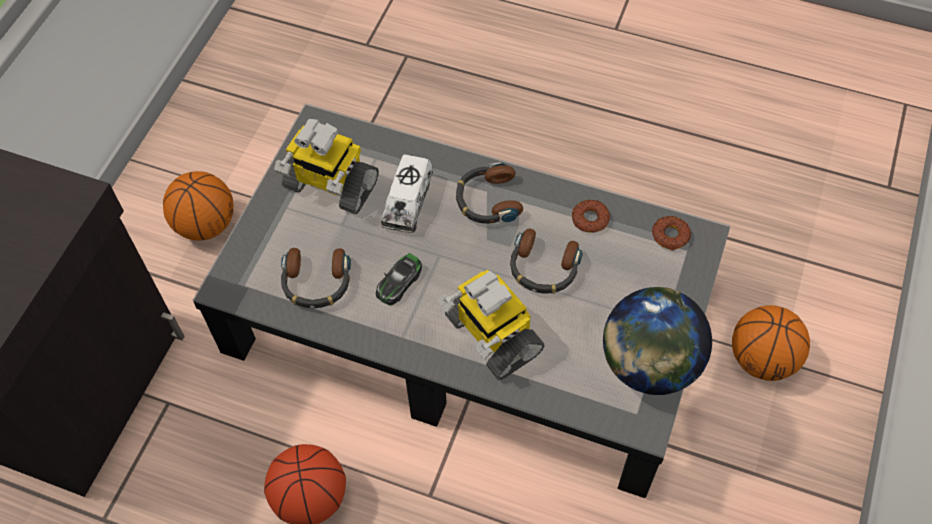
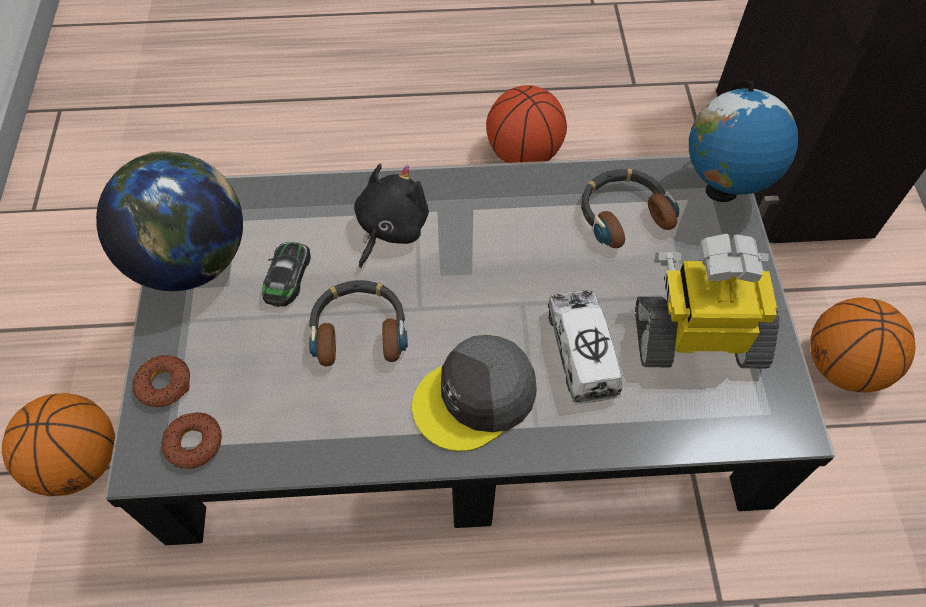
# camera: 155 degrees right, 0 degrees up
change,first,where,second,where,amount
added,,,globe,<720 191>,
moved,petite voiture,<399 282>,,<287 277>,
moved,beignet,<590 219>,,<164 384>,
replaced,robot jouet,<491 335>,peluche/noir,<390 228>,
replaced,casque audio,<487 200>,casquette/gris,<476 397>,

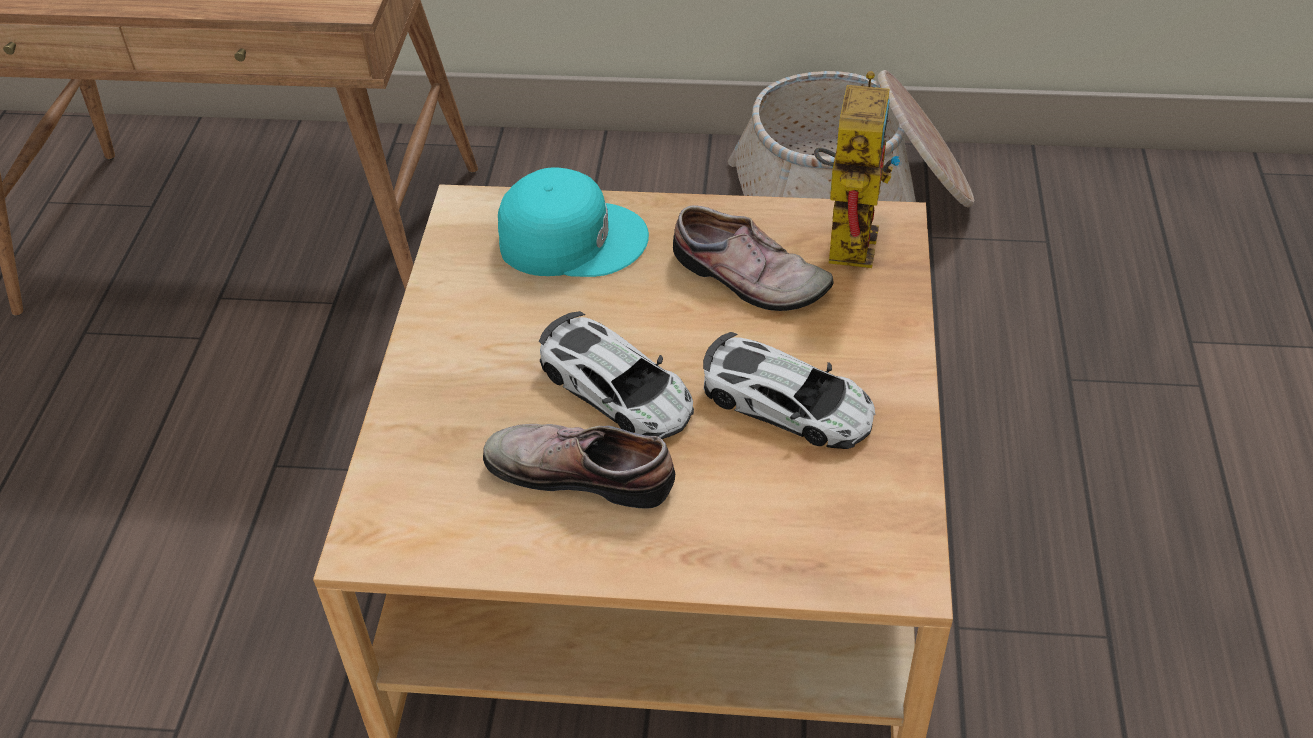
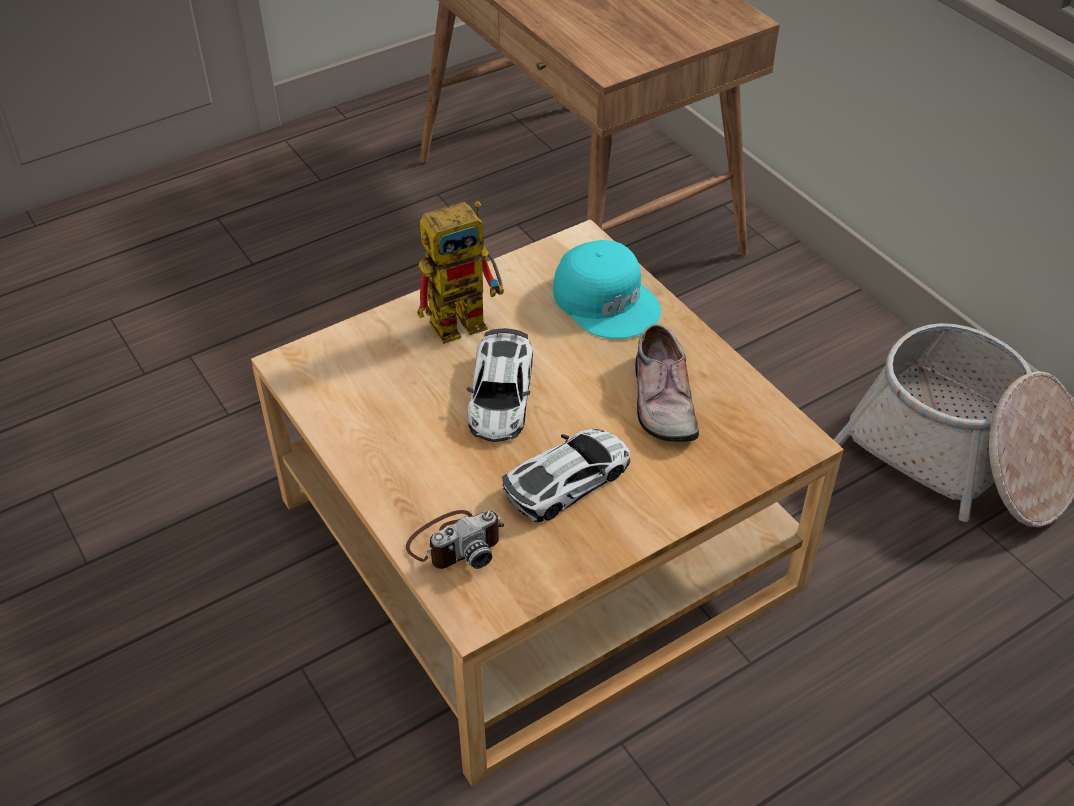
# camera: 50 degrees right, 0 degrees up
change,first,where,second,where,amount
removed,chaussure,<582 470>,,,
added,,,appareil photo,<456 543>,
moved,robot jouet,<847 234>,,<467 318>,
turned,petite voiture,<788 404>,,<567 480>,120 degrees counterclockwise

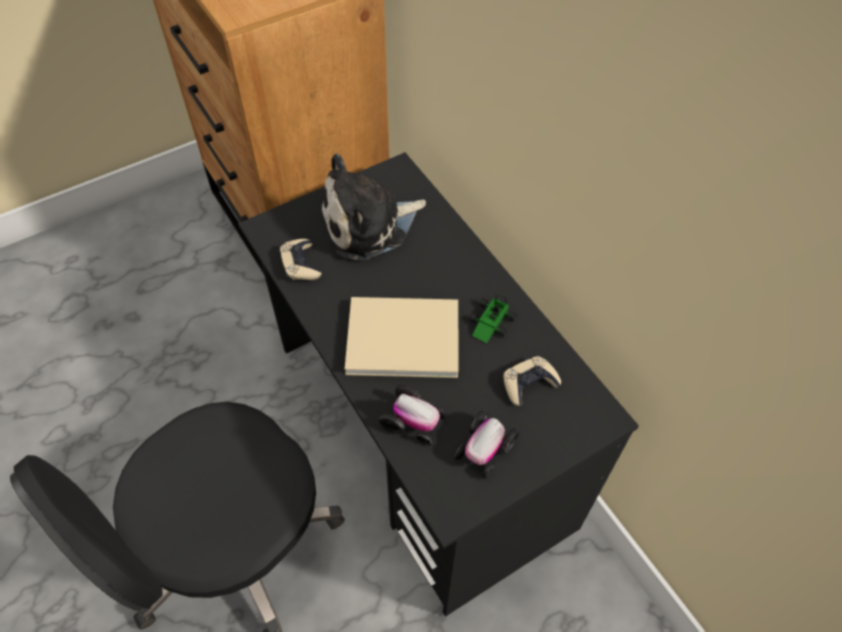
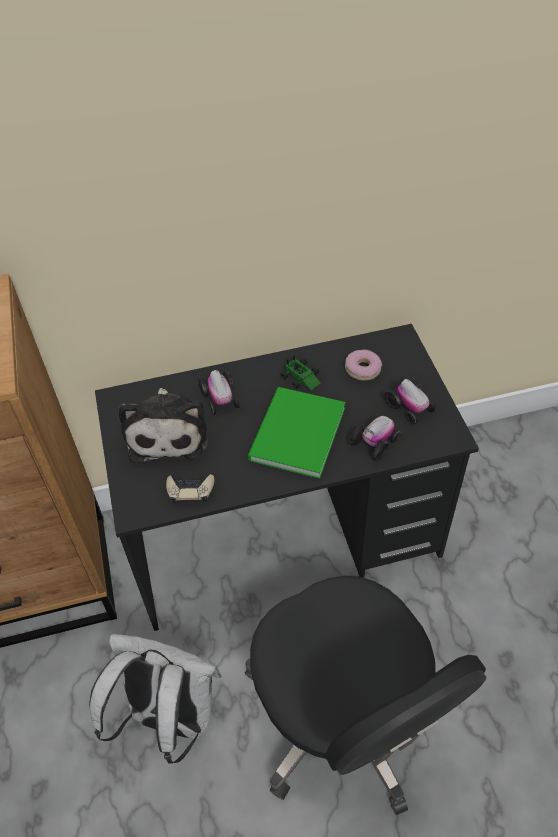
# camera: 70 degrees left, 5 degrees down
change,first,where,second,where,amount
added,,,sac à dos/blanc,<168 716>,
added,,,petite voiture,<220 398>,
replaced,manette/beige,<529 383>,beignet,<362 369>,
recoloured,livre/beige,<399 336>,livre/vert,<294 435>,

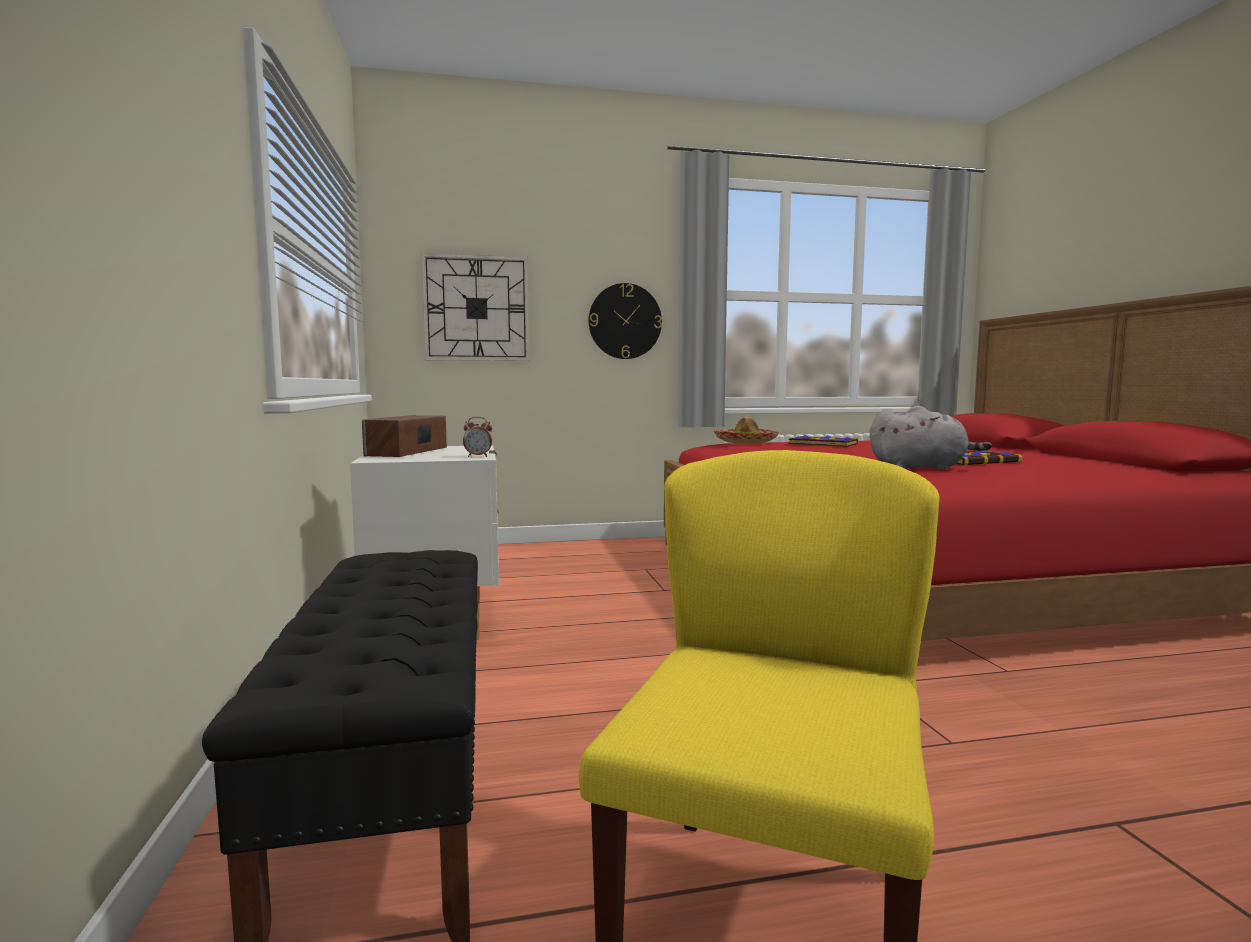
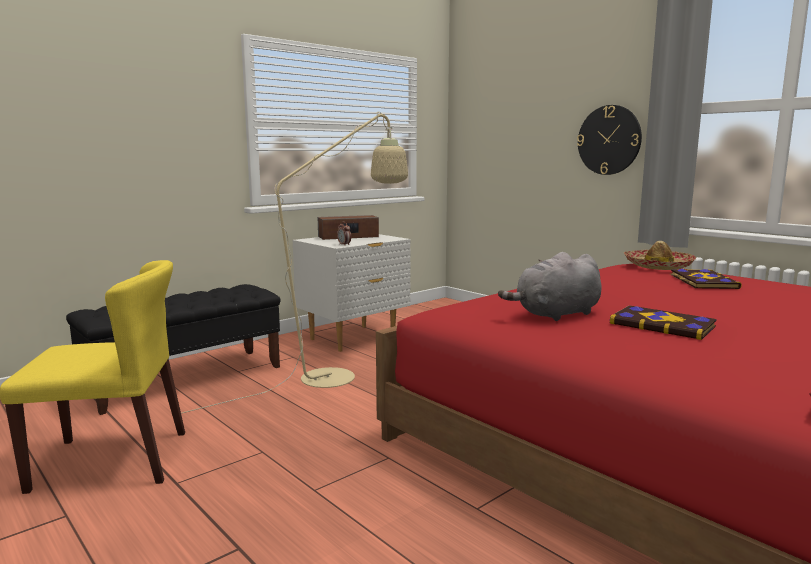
# camera: 60 degrees right, 5 degrees up
change,first,where,second,where,amount
removed,horloge murale,<476 308>,,,
added,,,lampadaire/beige,<340 374>,
turned,peluche/gris,<921 468>,,<555 314>,90 degrees clockwise

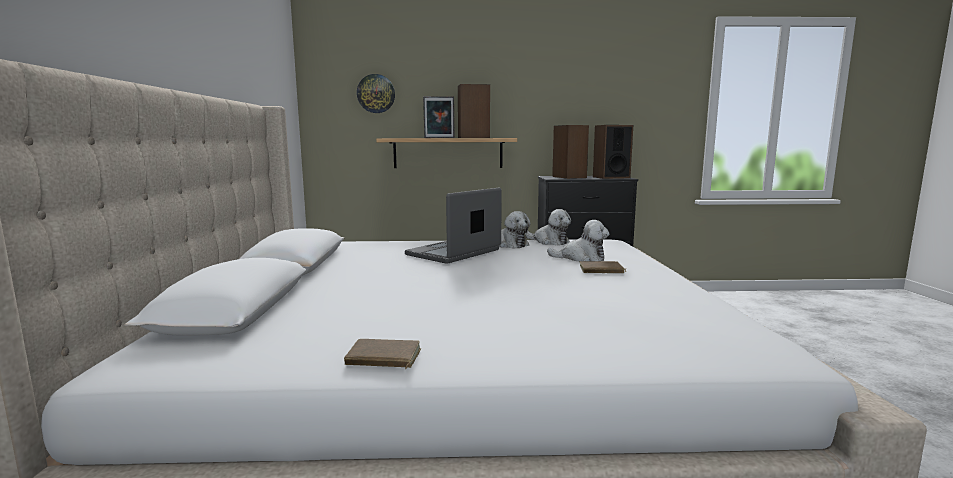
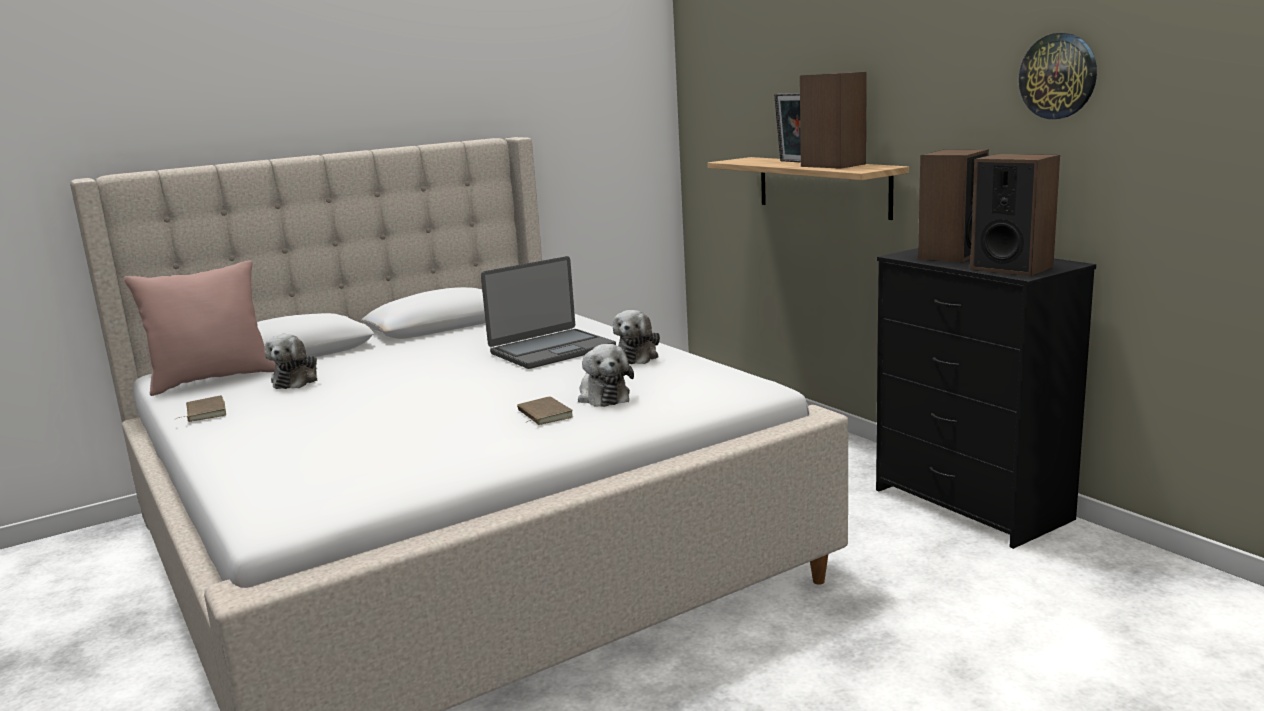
# camera: 60 degrees right, 5 degrees up
change,first,where,second,where,amount
added,,,coussin/rose,<213 379>,
moved,horloge murale,<376 93>,,<1058 76>,
moved,peluche,<549 241>,,<297 380>,
turned,ordinateur portable,<454 253>,,<551 350>,135 degrees clockwise

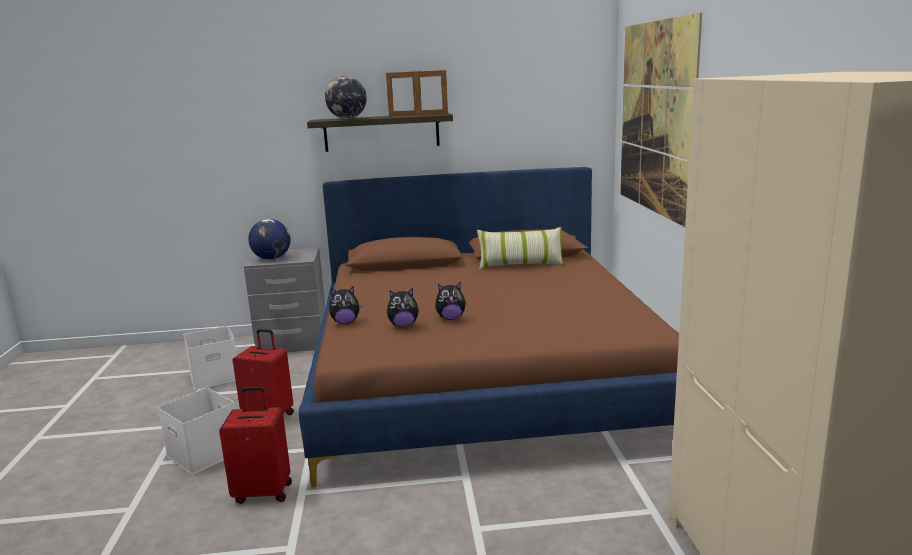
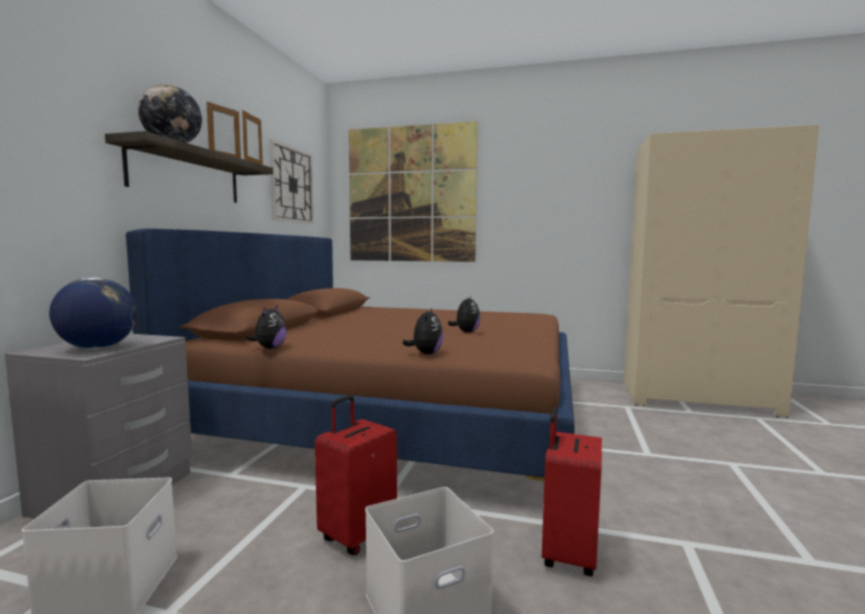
# camera: 70 degrees left, 10 degrees down
change,first,where,second,where,amount
removed,coussin,<520 265>,,,
added,,,horloge murale,<291 185>,
moved,peluche,<403 325>,,<269 348>,

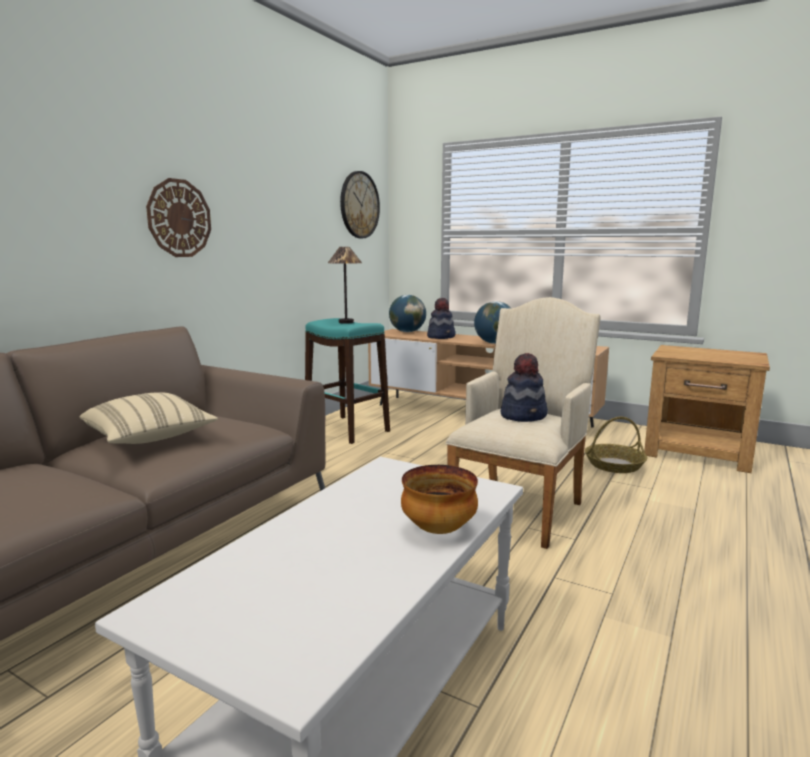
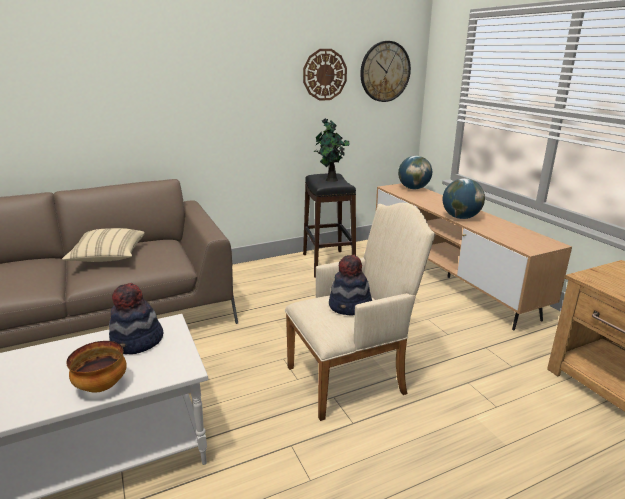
# camera: 35 degrees right, 10 degrees up
change,first,where,second,where,amount
removed,panier,<614 465>,,,
moved,horloge murale,<179 218>,,<324 75>,
moved,chapeau,<441 337>,,<137 342>,
replaced,lampe de table,<346 322>,plante en pot,<331 180>,
recoloured,tabouret/turquoise,<346 429>,tabouret/noir,<328 263>,

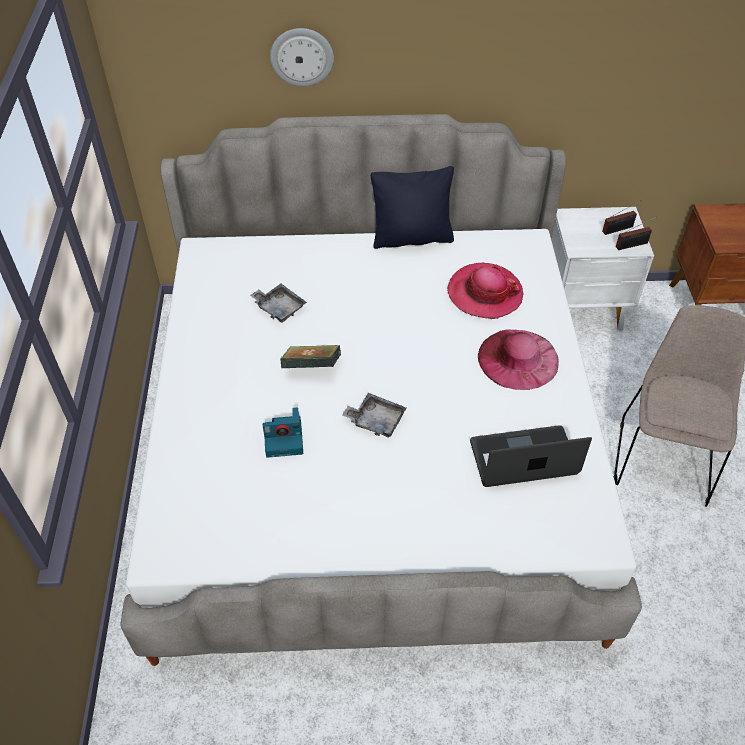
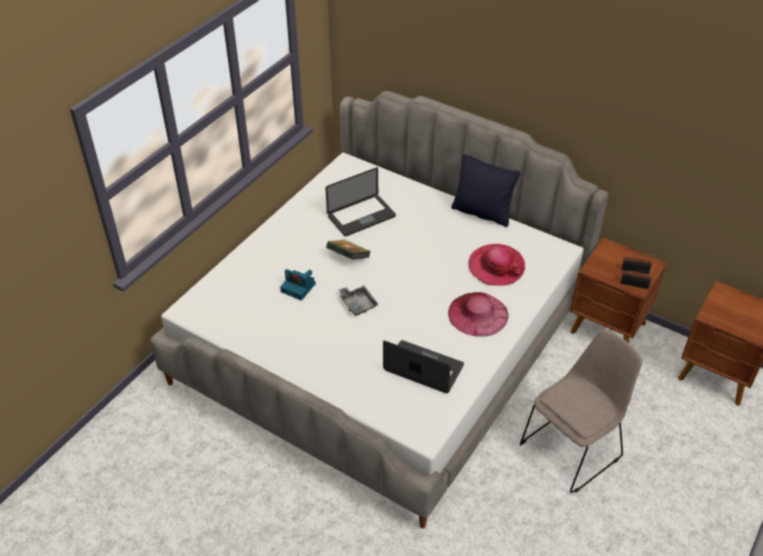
# camera: 35 degrees right, 5 degrees down
change,first,where,second,where,amount
removed,horloge murale,<302 56>,,,
replaced,plateau/gris,<279 307>,ordinateur portable,<361 216>,
recoloured,table de chevet/blanc,<583 310>,table de chevet/marron,<608 329>,

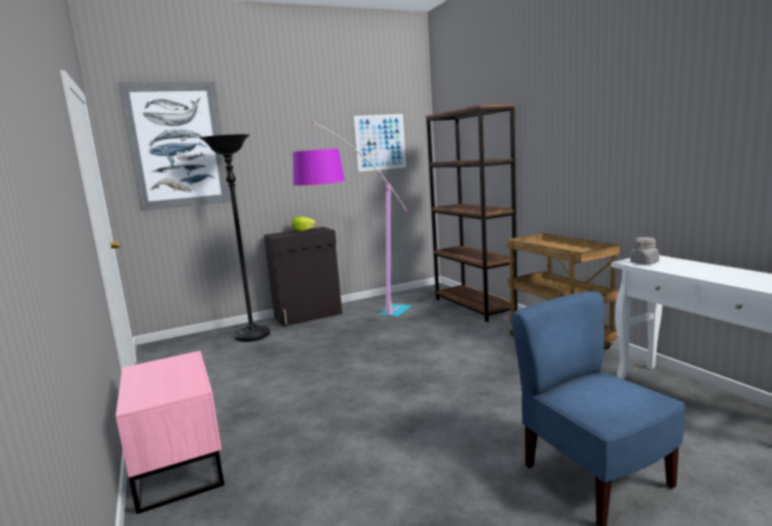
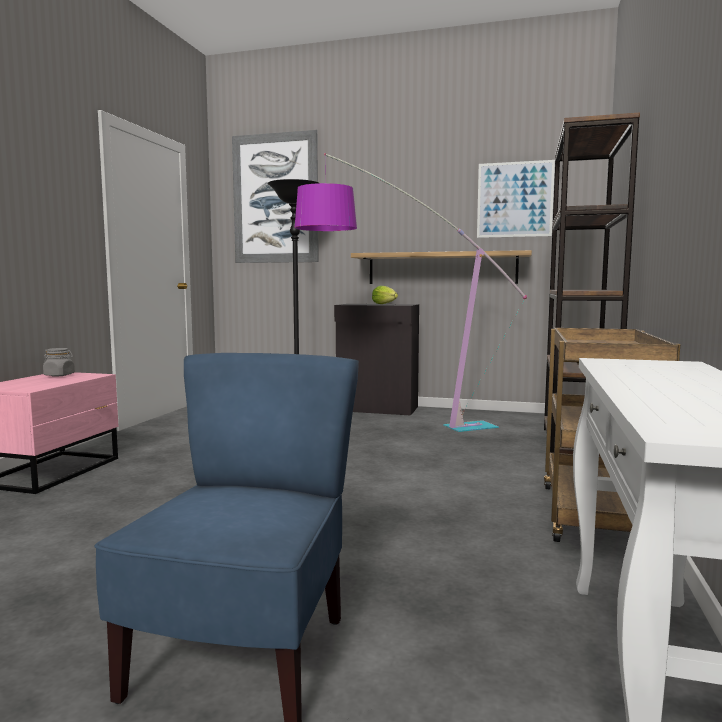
# camera: 40 degrees right, 5 degrees down
change,first,where,second,where,amount
added,,,étagère,<441 268>,
moved,bocal/gris,<644 262>,,<59 375>,

